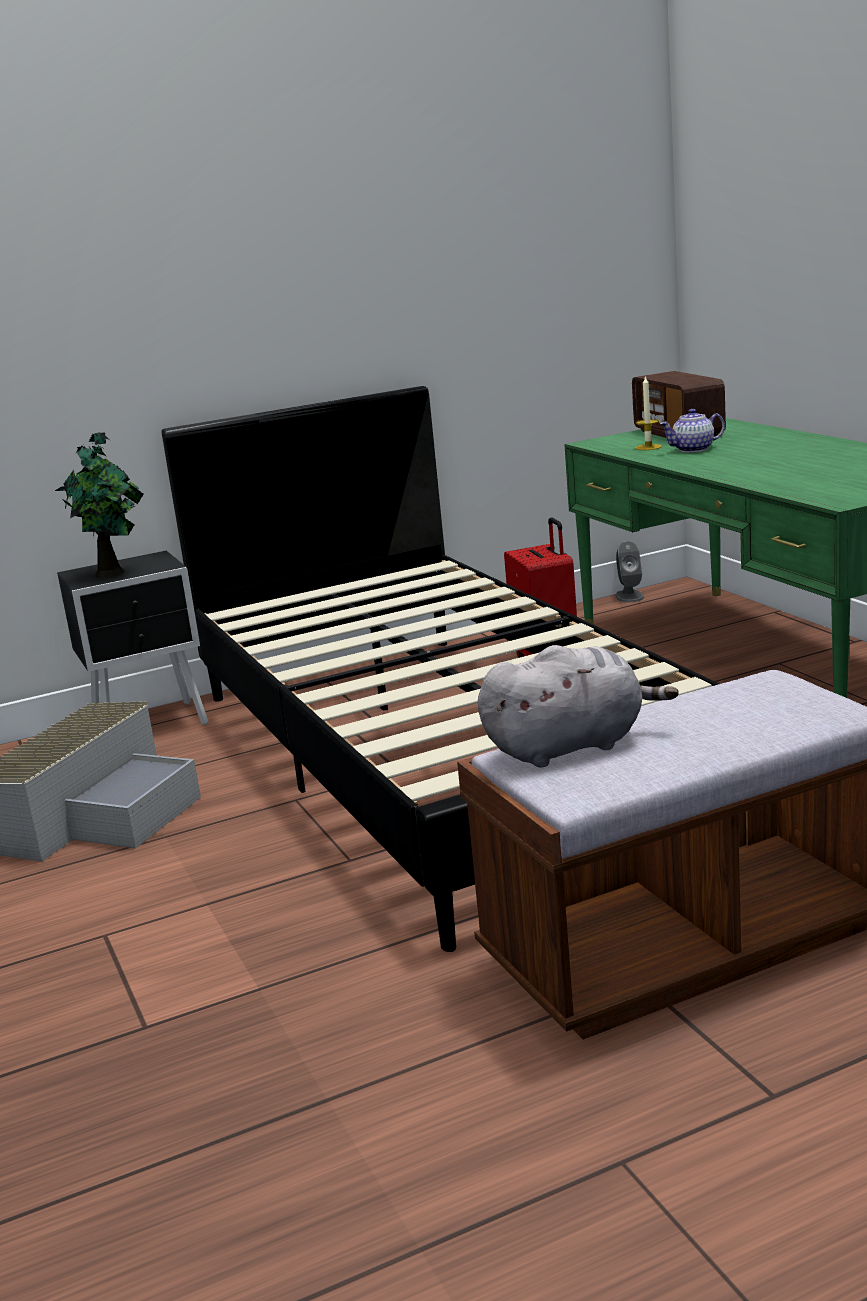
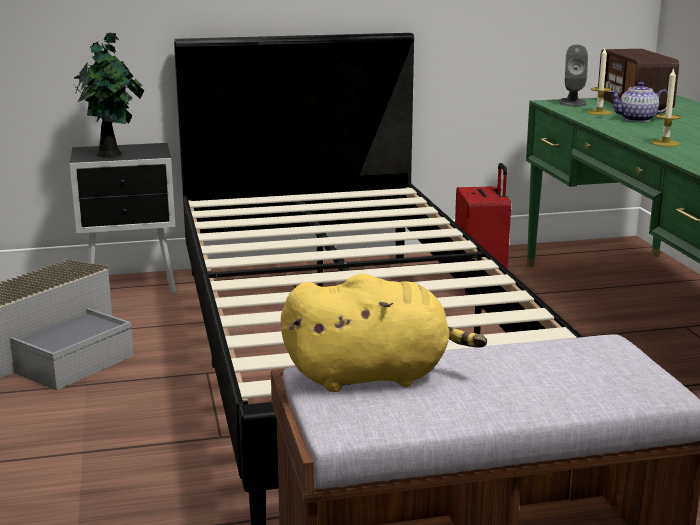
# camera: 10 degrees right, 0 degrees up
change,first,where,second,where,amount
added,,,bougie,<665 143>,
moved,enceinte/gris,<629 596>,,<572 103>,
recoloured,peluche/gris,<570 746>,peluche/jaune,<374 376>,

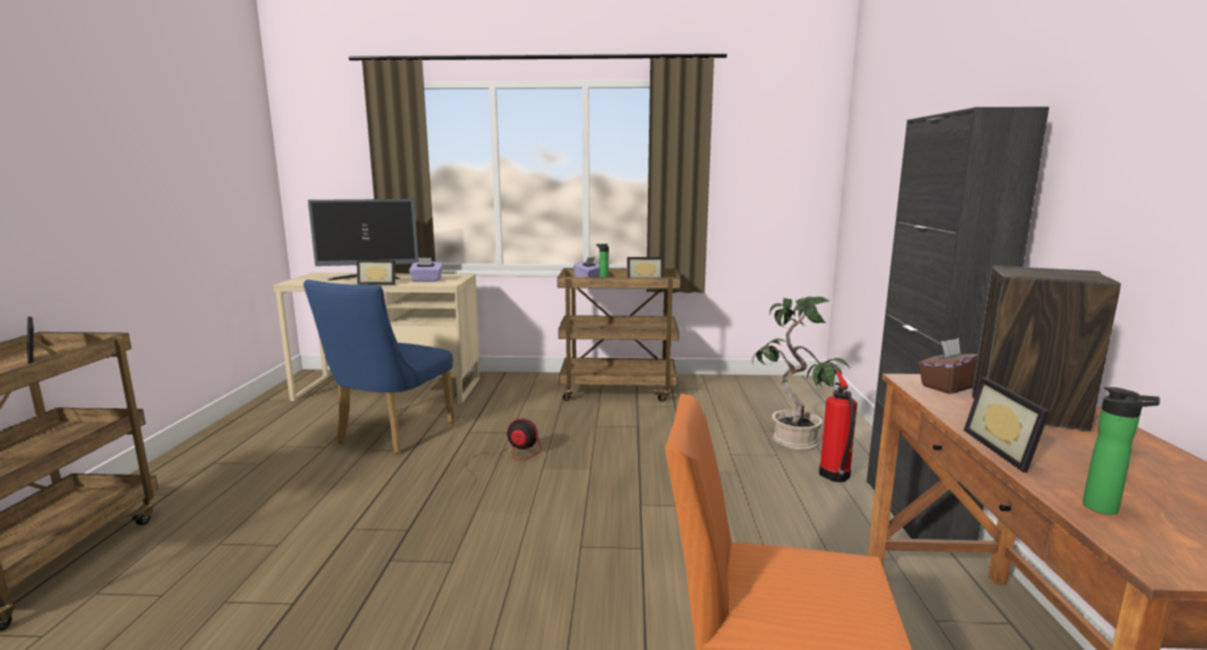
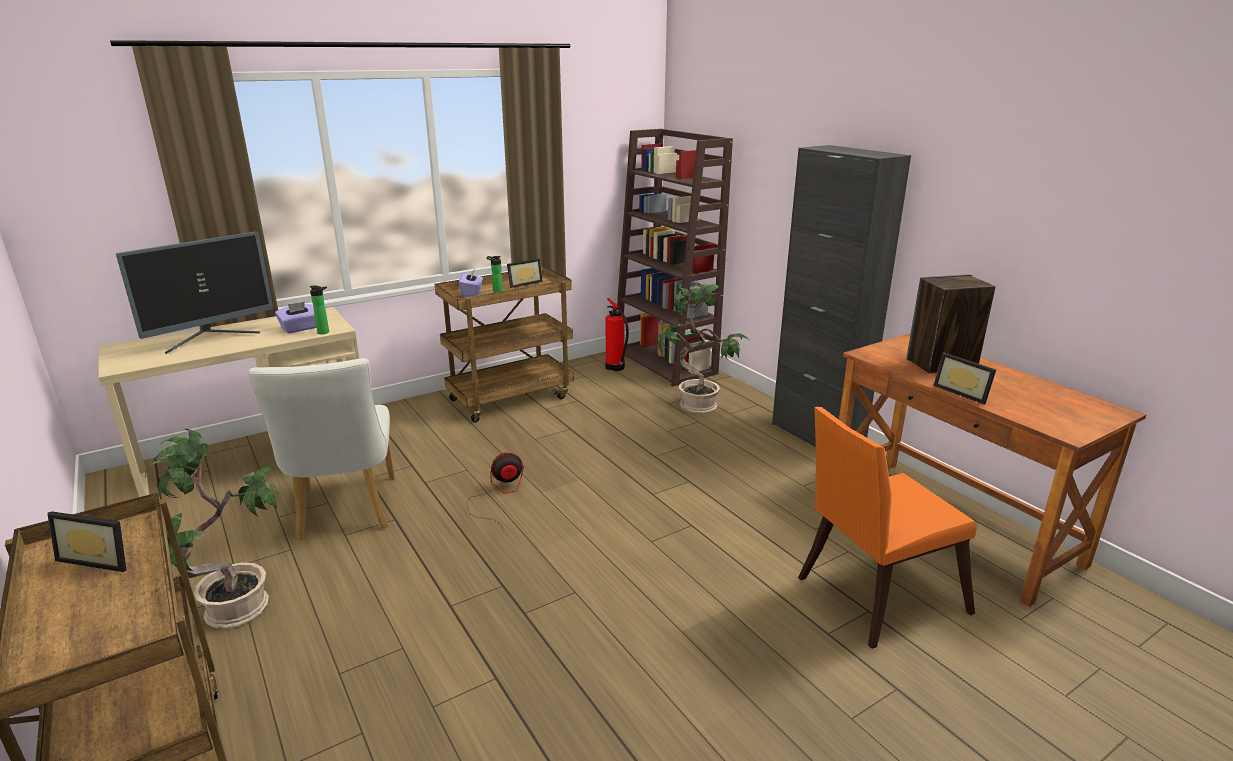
# camera: 35 degrees left, 10 degrees up
change,first,where,second,where,amount
removed,cadre photo,<378 283>,,,
removed,boîte à mouchoirs/marron,<949 386>,,,
added,,,plante en pot,<238 610>,
added,,,bibliothèque/marron,<665 362>,
moved,extincteur,<834 476>,,<615 368>,
moved,bouteille,<1106 509>,,<325 332>,
recoloured,chaise/bleu,<390 435>,chaise/blanc,<345 512>,

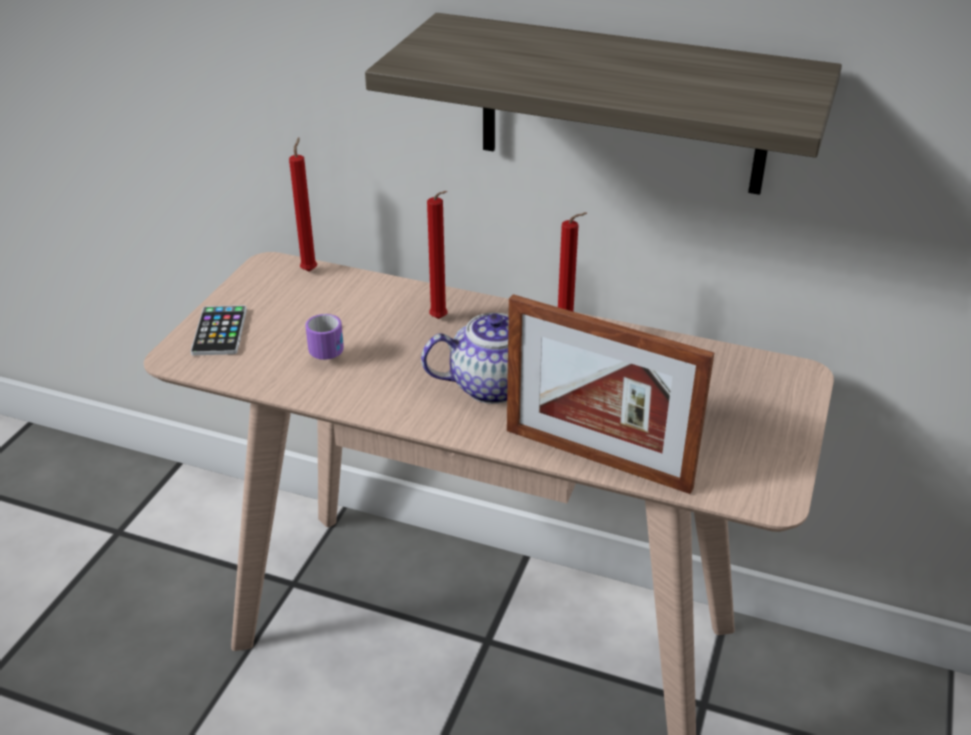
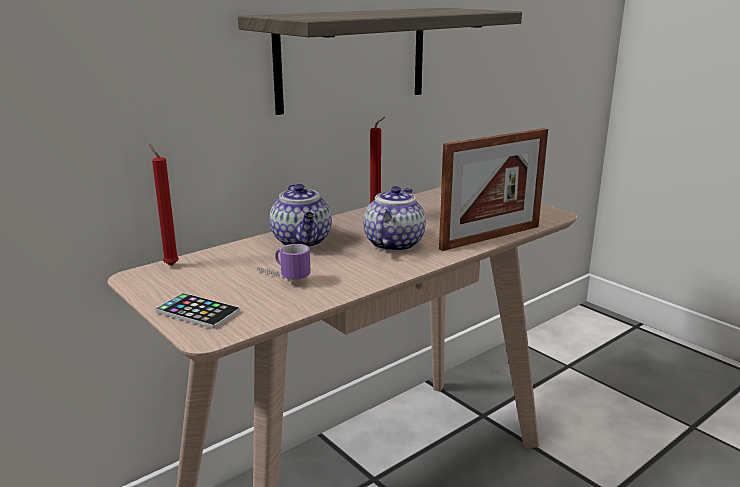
# camera: 60 degrees left, 15 degrees down
change,first,where,second,where,amount
replaced,bougie/rouge,<440 320>,théière,<302 242>,

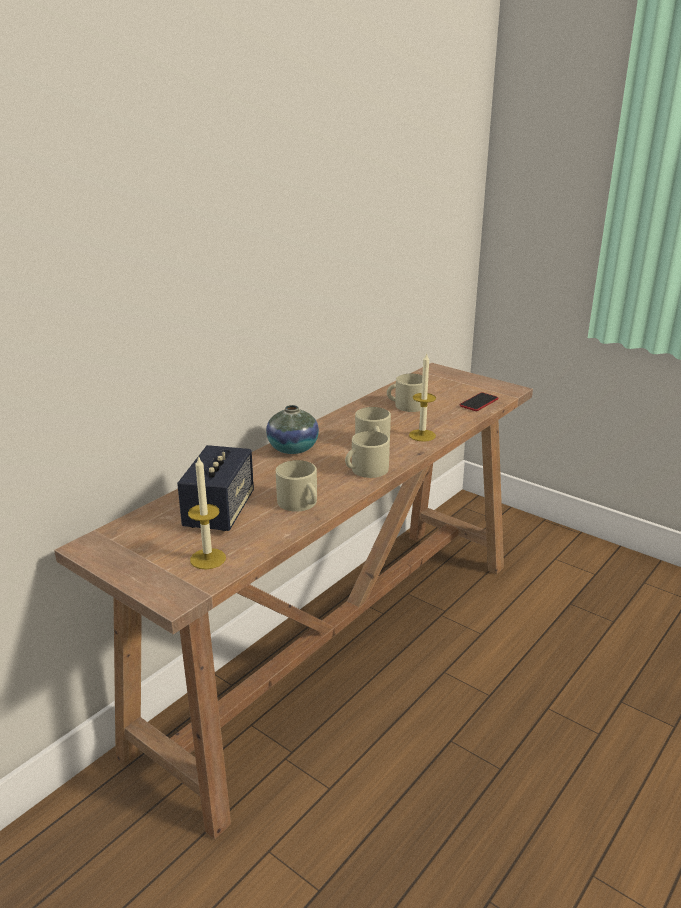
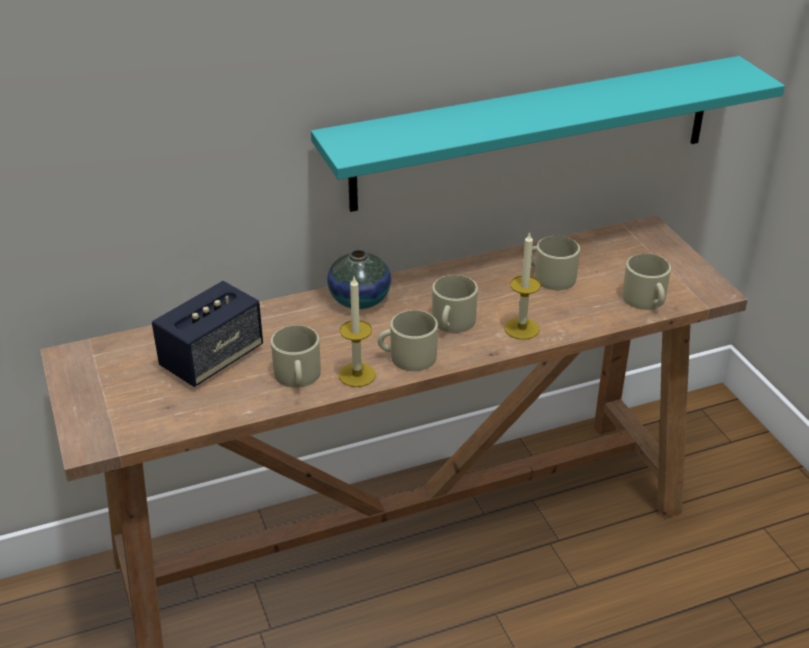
# camera: 30 degrees right, 10 degrees up
change,first,where,second,where,amount
added,,,étagère/turquoise,<534 133>,
moved,bougie,<208 559>,,<357 375>,
replaced,téléphone,<479 403>,mug/beige,<646 300>,

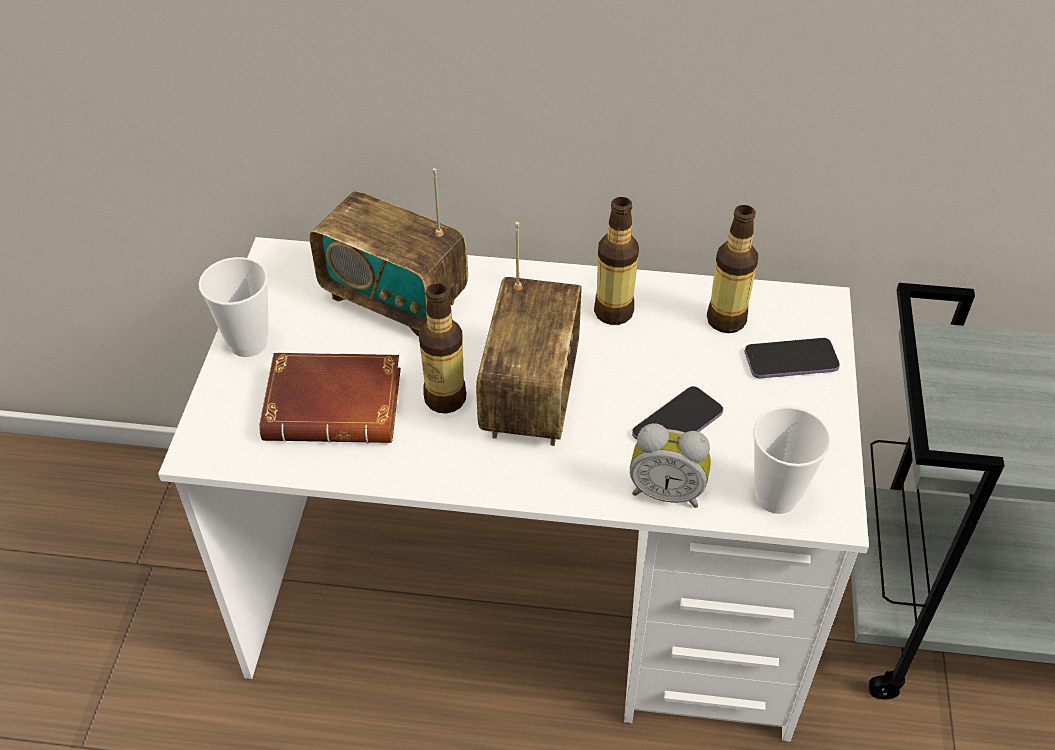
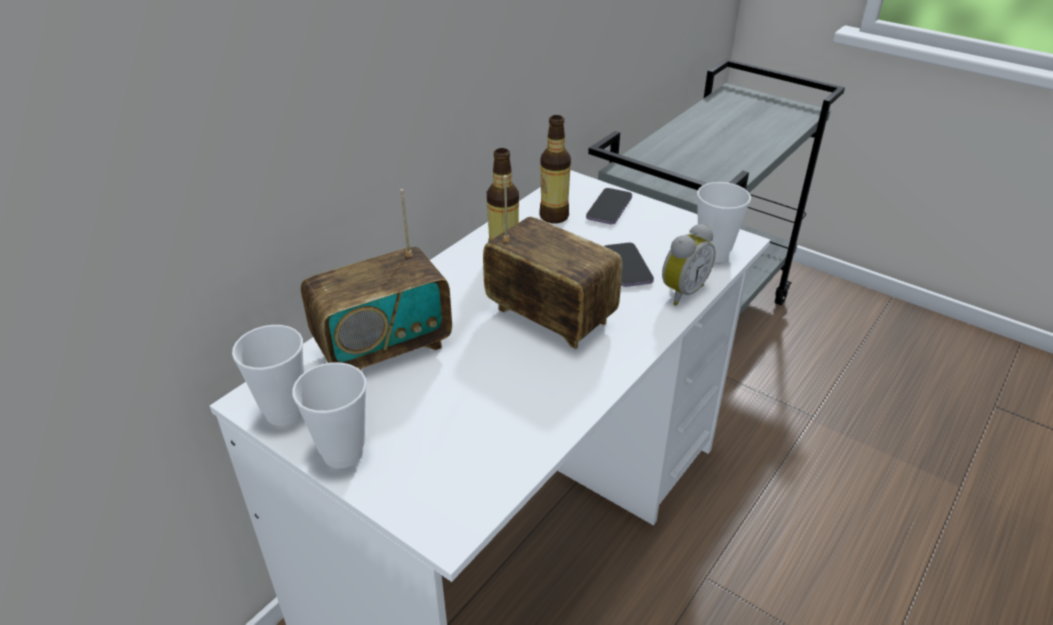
# camera: 60 degrees left, 10 degrees down
change,first,where,second,where,amount
removed,livre/marron,<338 405>,,,
removed,bouteille,<445 399>,,,
added,,,tasse,<284 412>,

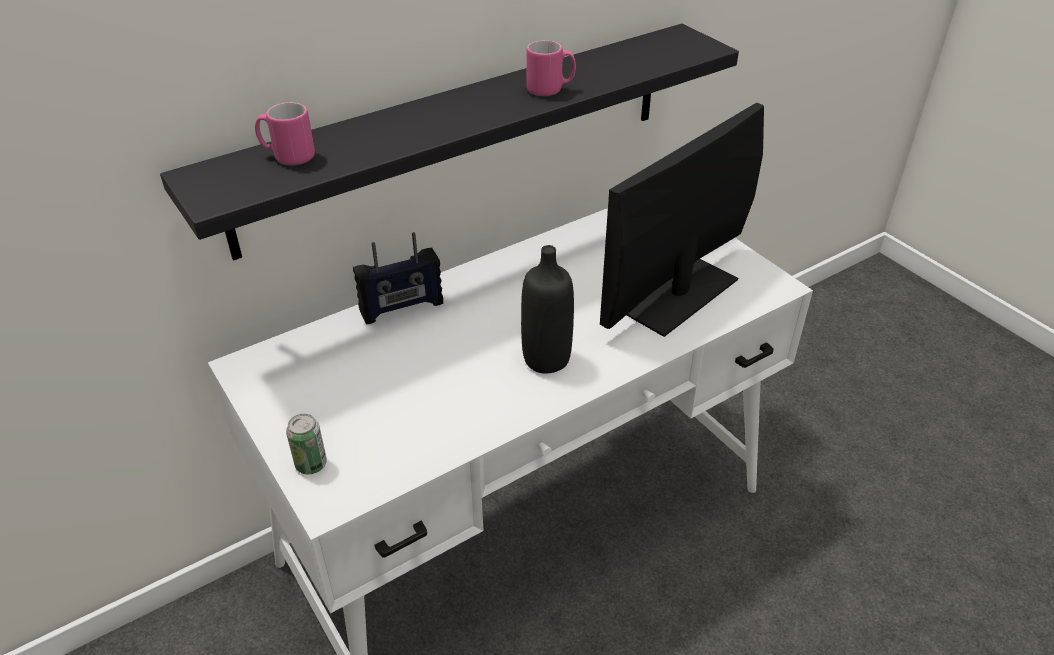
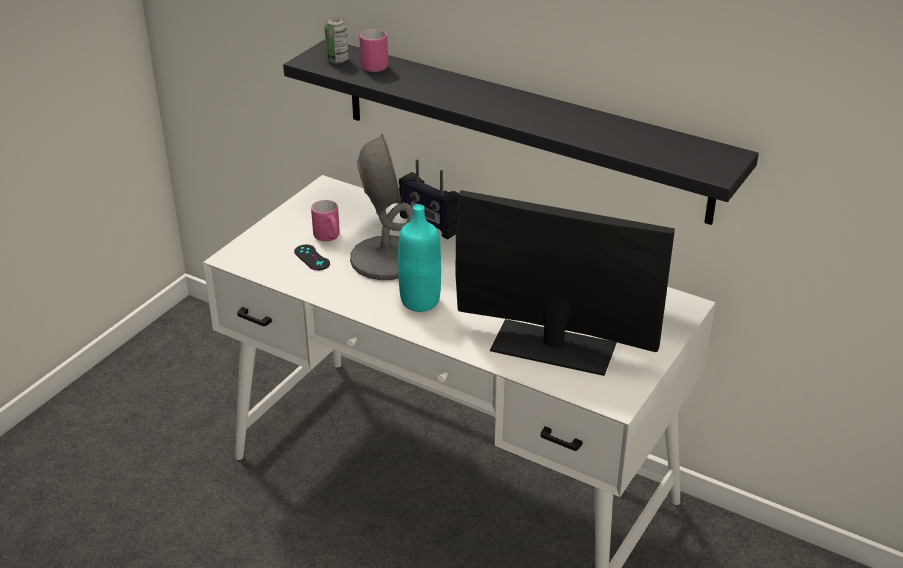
# camera: 65 degrees right, 5 degrees down
change,first,where,second,where,amount
added,,,manette/noir,<312 258>,
added,,,lampe de table/gris,<386 259>,
moved,boîte métallique,<311 464>,,<337 60>,
moved,mug/rose,<550 90>,,<328 238>,
recoloured,bouteille/noir,<546 359>,bouteille/turquoise,<420 301>,

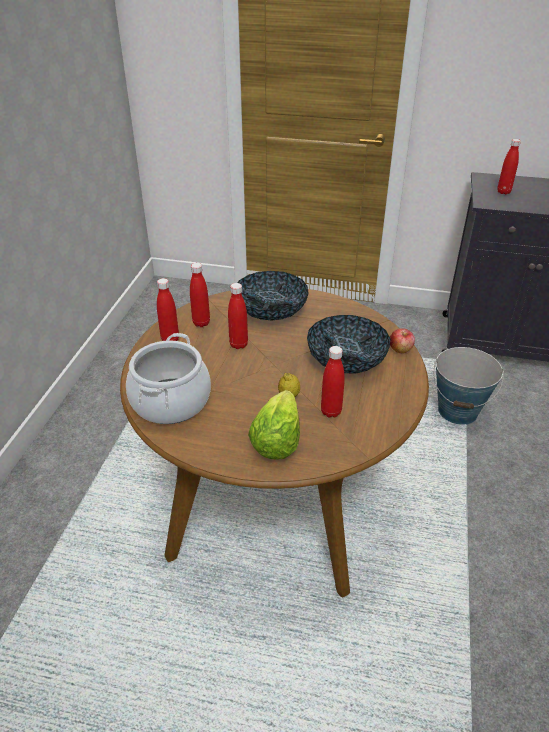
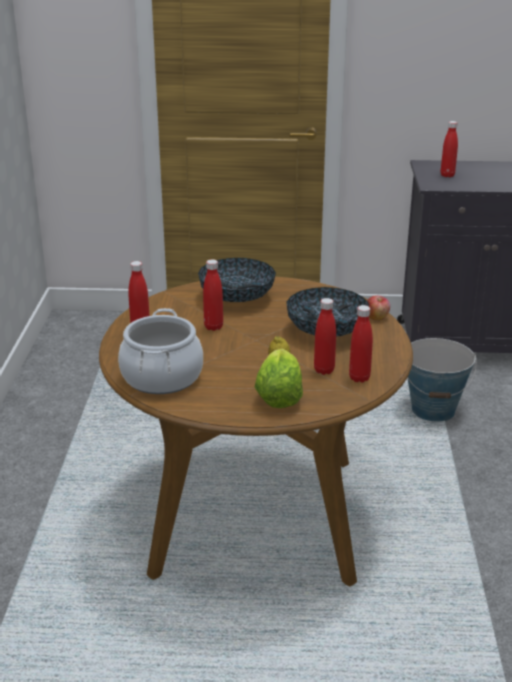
# camera: 10 degrees left, 10 degrees down
change,first,where,second,where,amount
moved,bouteille/rouge,<201 323>,,<359 378>,

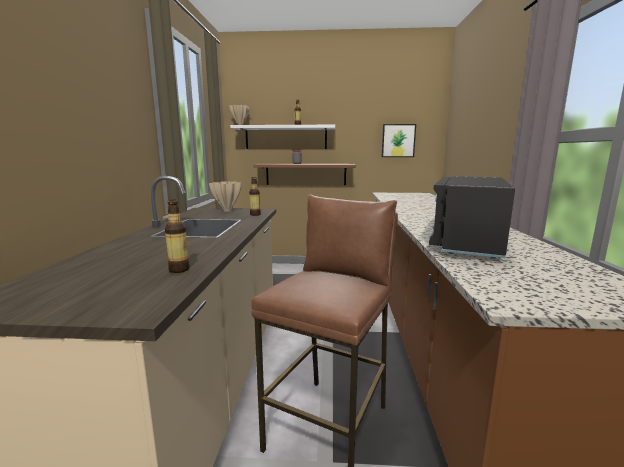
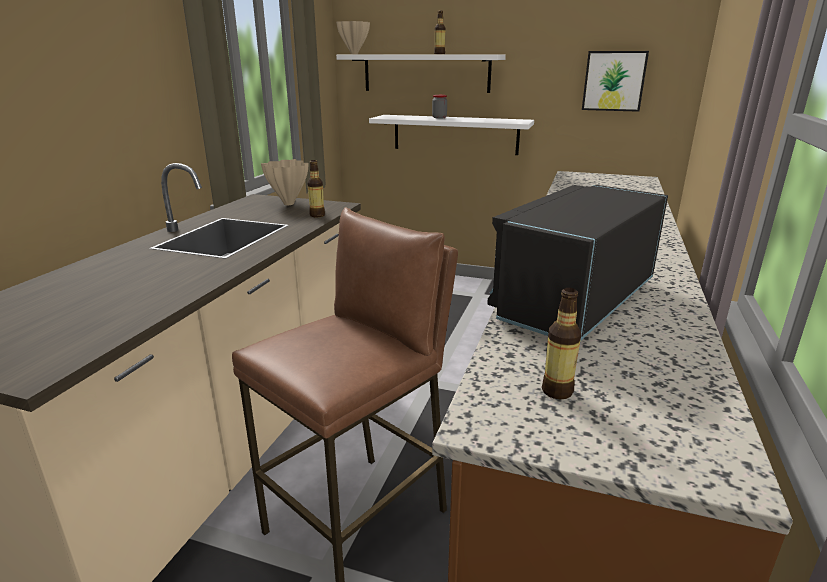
# camera: 15 degrees right, 10 degrees up
change,first,where,second,where,amount
moved,bouteille,<179 269>,,<557 391>,
recoloured,étagère/marron,<306 174>,étagère/blanc,<455 134>,

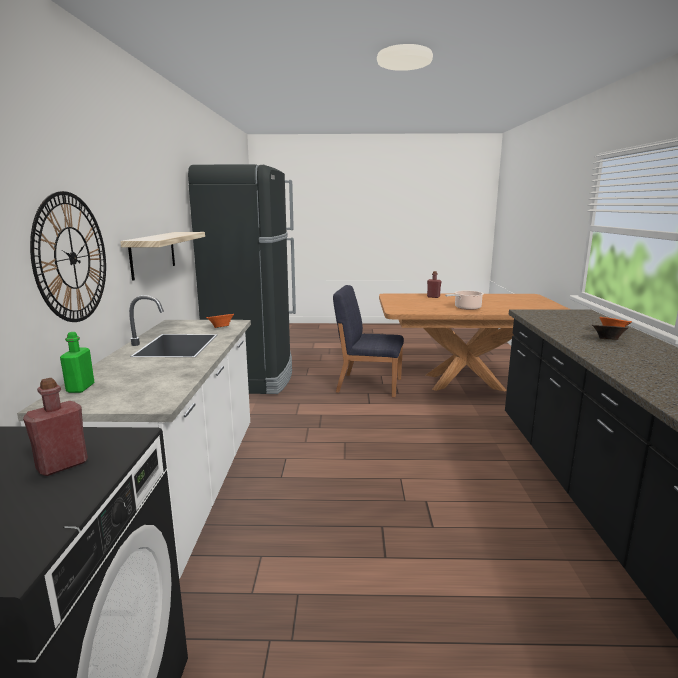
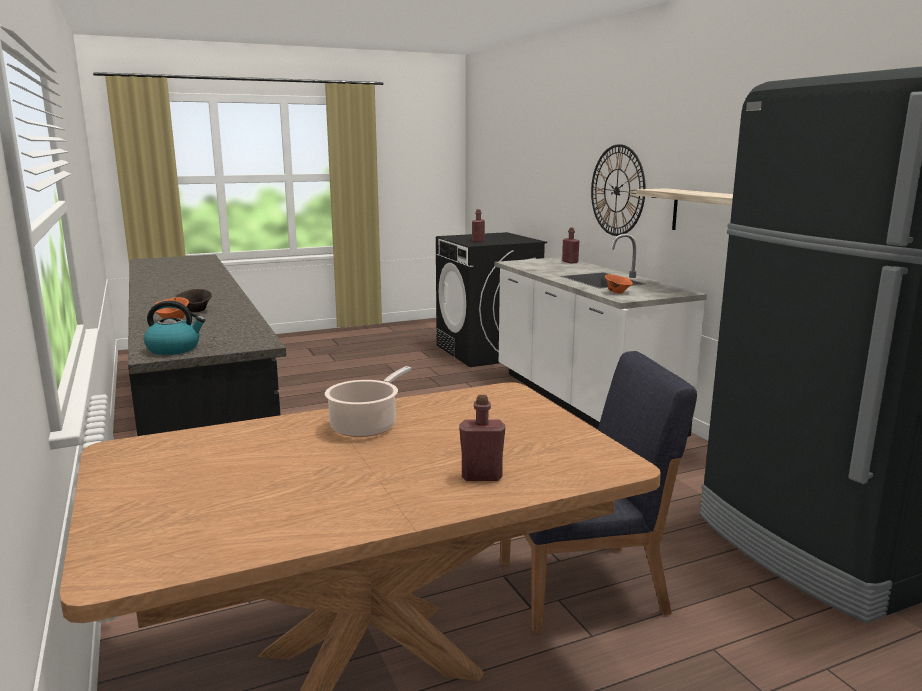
# camera: 155 degrees right, 0 degrees up
change,first,where,second,where,amount
added,,,bouilloire,<174 349>,
recoloured,bouteille/vert,<80 388>,bouteille/rouge,<570 262>,

